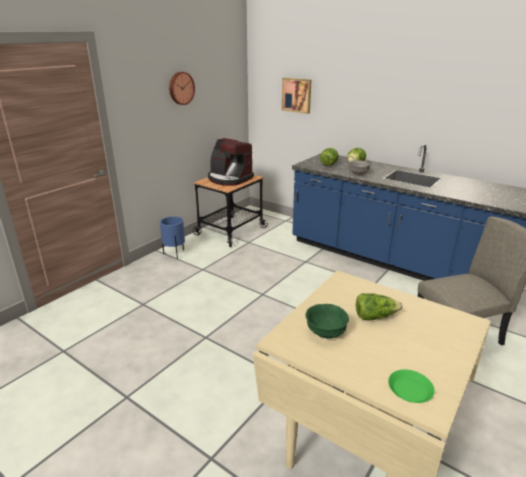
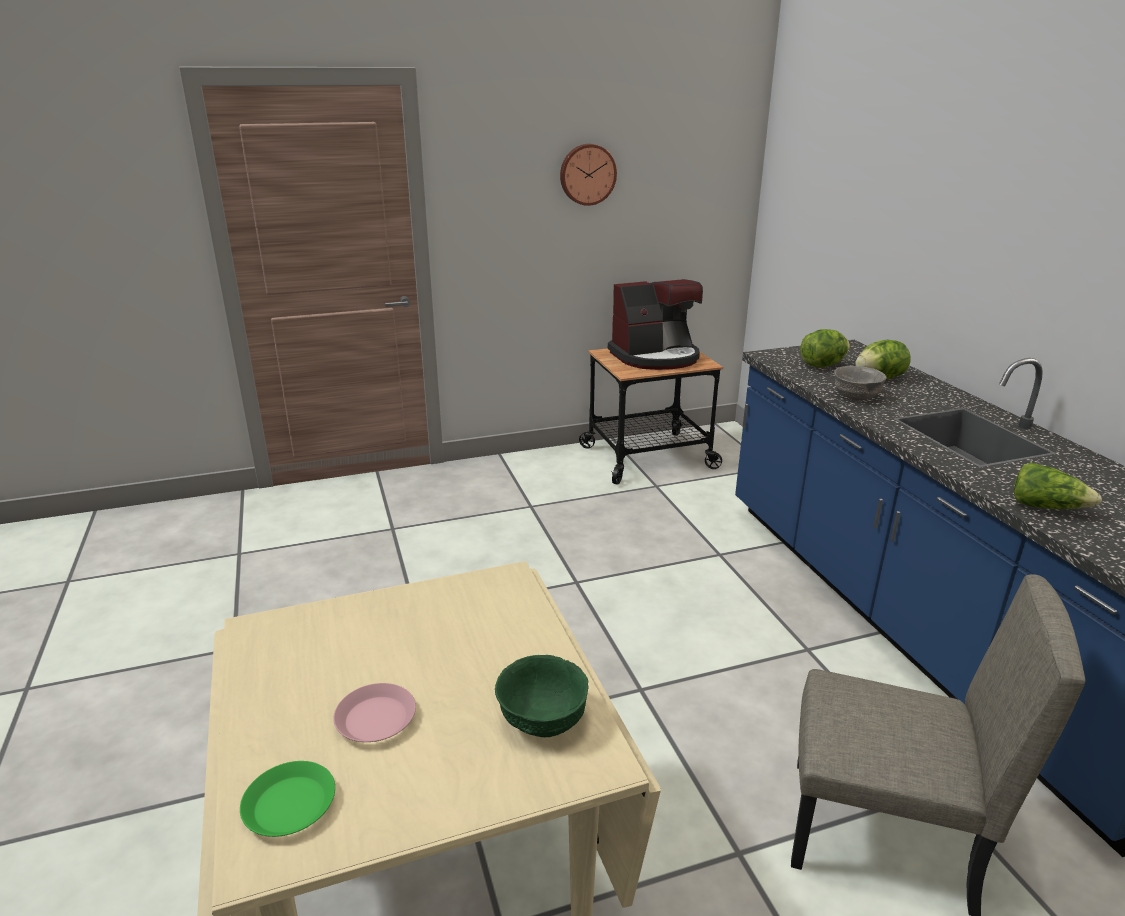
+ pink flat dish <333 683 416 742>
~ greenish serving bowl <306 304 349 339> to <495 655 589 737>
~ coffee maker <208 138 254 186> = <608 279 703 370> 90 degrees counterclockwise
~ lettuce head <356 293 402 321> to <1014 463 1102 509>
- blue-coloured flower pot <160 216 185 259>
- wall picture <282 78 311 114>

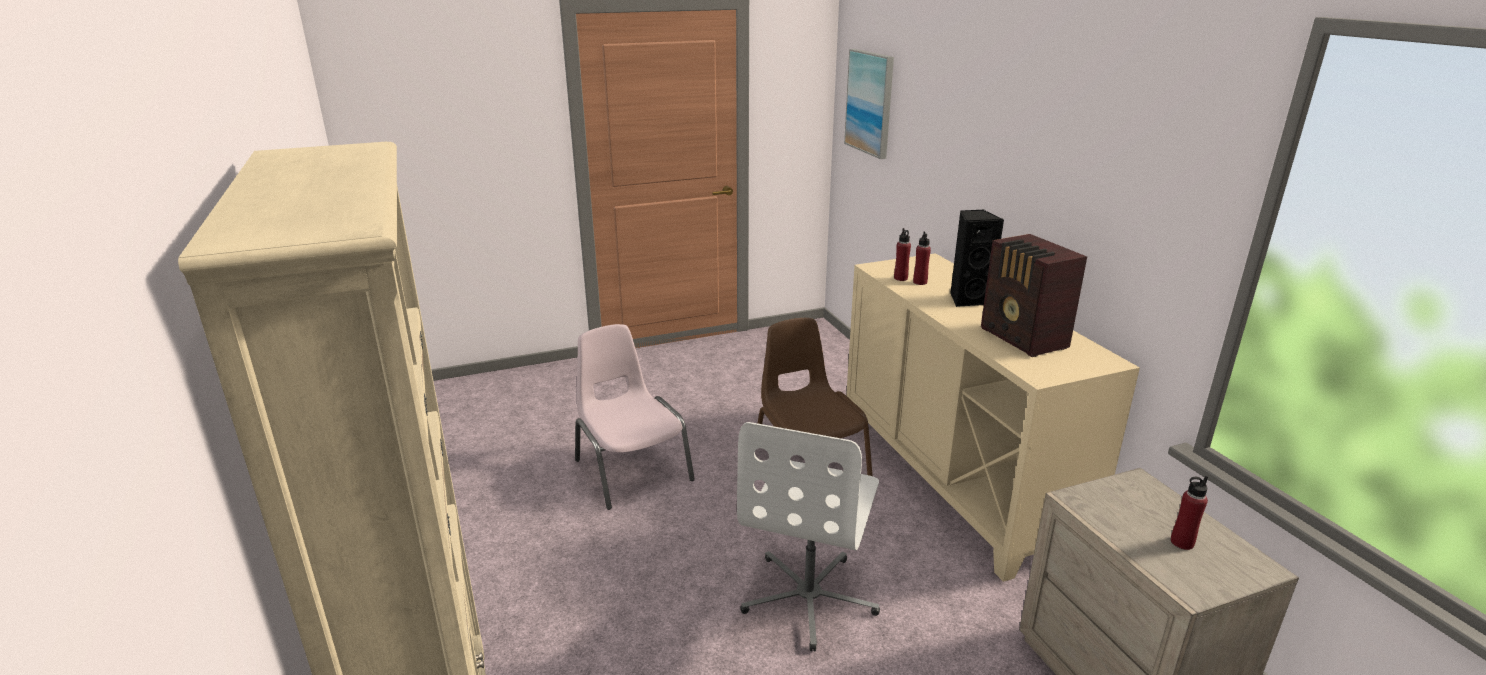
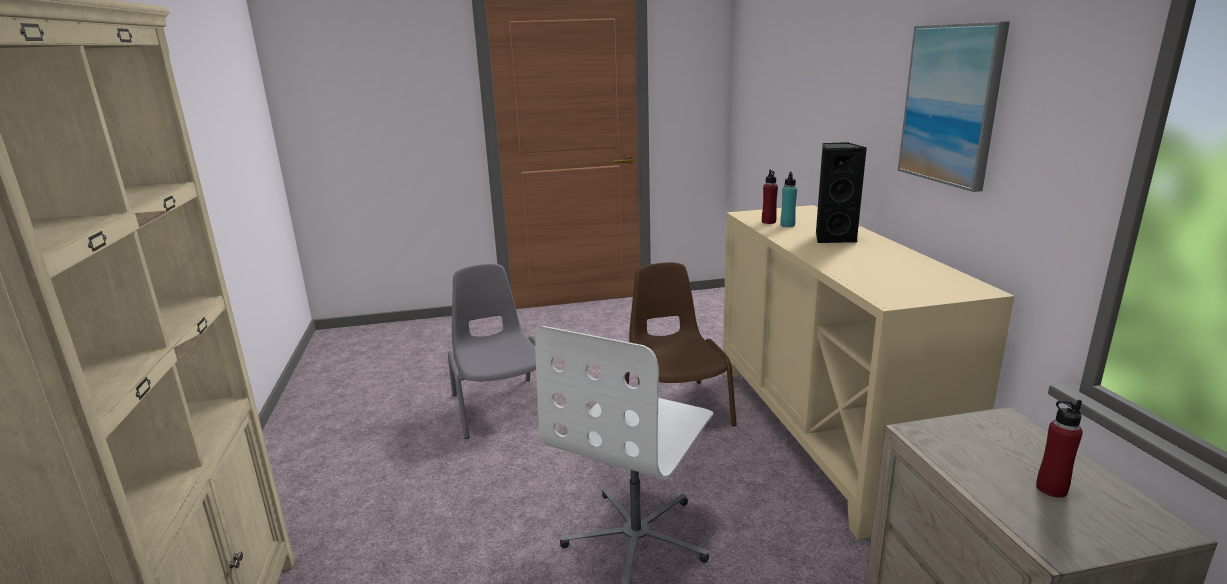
~ pink plain chair <575 324 695 510> to gray plain chair <448 264 555 439>
~ red drink bottle <913 232 931 285> to turquoise-coloured drink bottle <780 171 797 227>
~ wall picture <844 49 894 159> to <898 21 1010 192>
- radio set <981 234 1087 357>

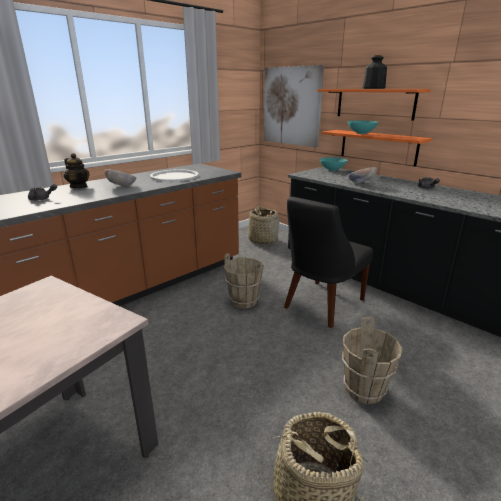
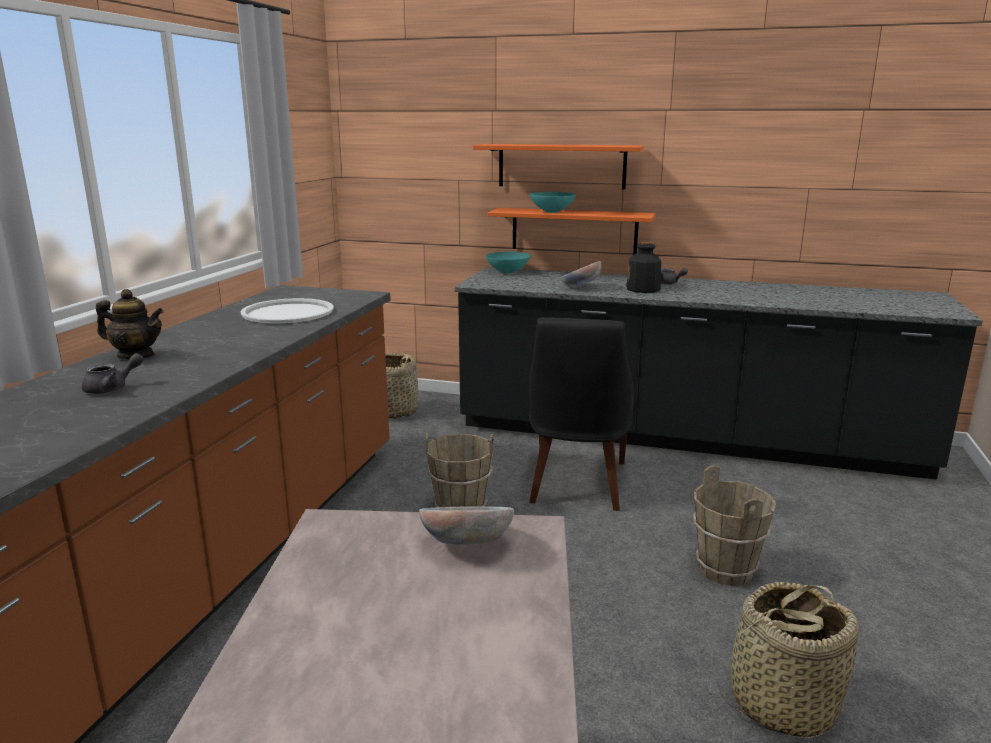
~ serving bowl <105 169 136 186> to <419 506 514 545>
~ drink bottle <362 55 387 89> to <626 242 661 293>
- wall picture <264 65 324 148>

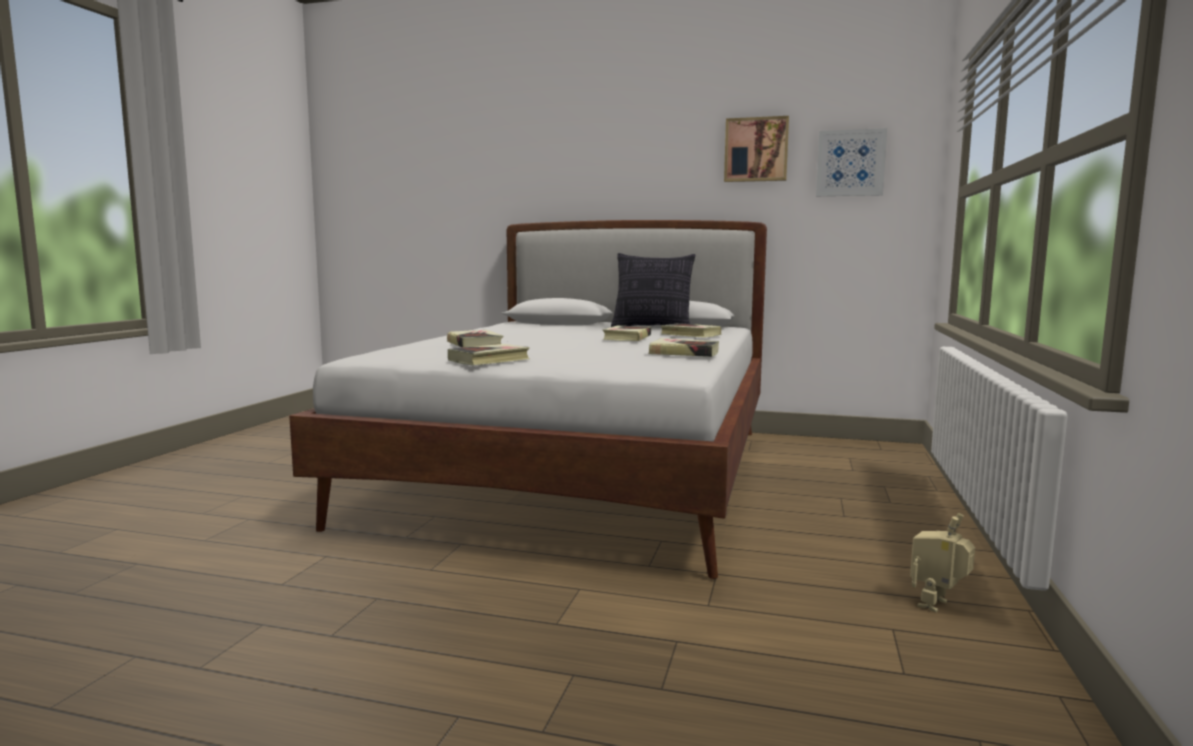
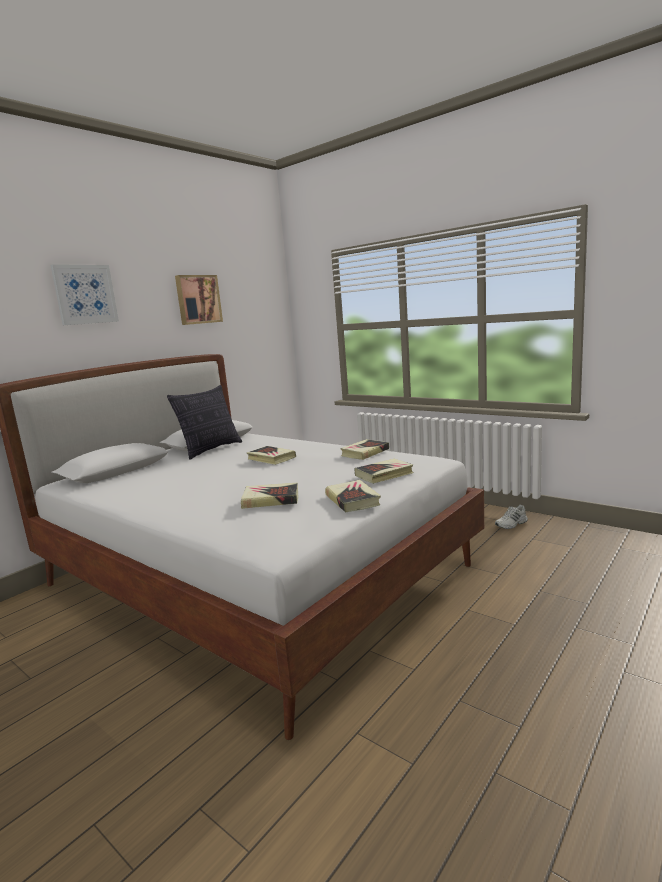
~ wall picture <816 128 887 196> to <50 264 119 325>
~ book <661 323 721 338> to <355 459 414 484>
~ robot figure <910 513 975 612> to white-coloured low shoe <495 505 528 529>

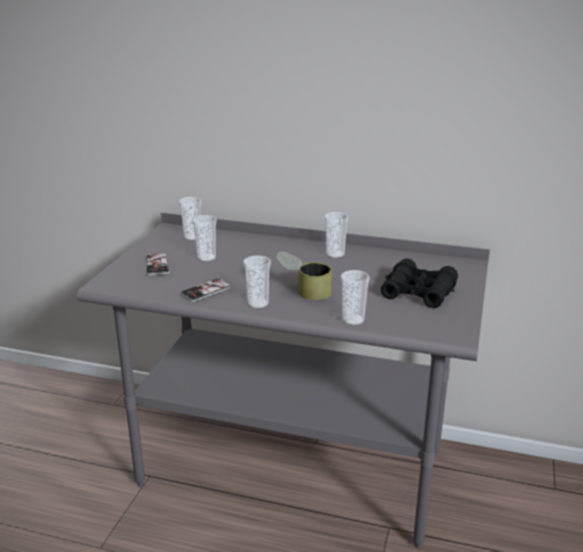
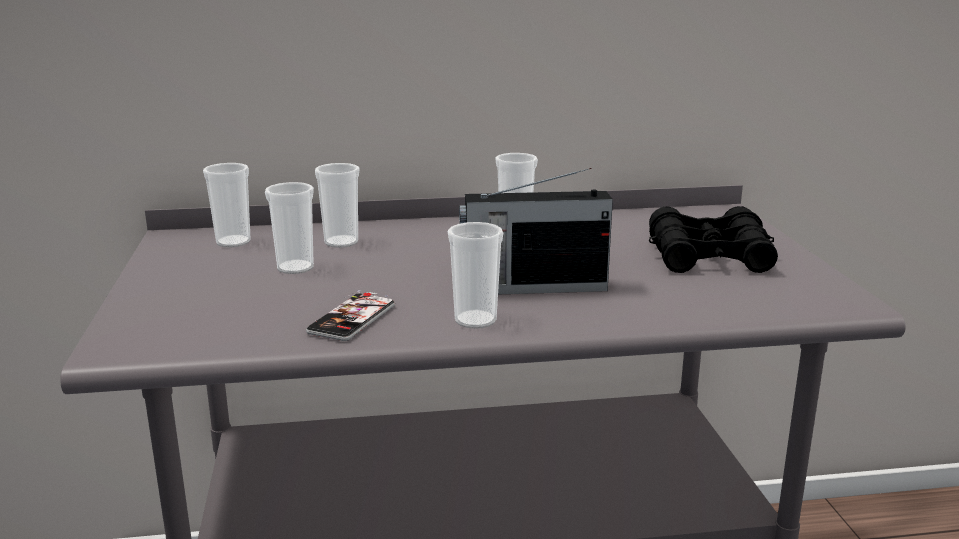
~ drinking cup <341 270 370 326> to <315 163 359 248>
~ can <276 251 333 300> to radio set <459 168 613 294>
- phone <146 252 169 276>

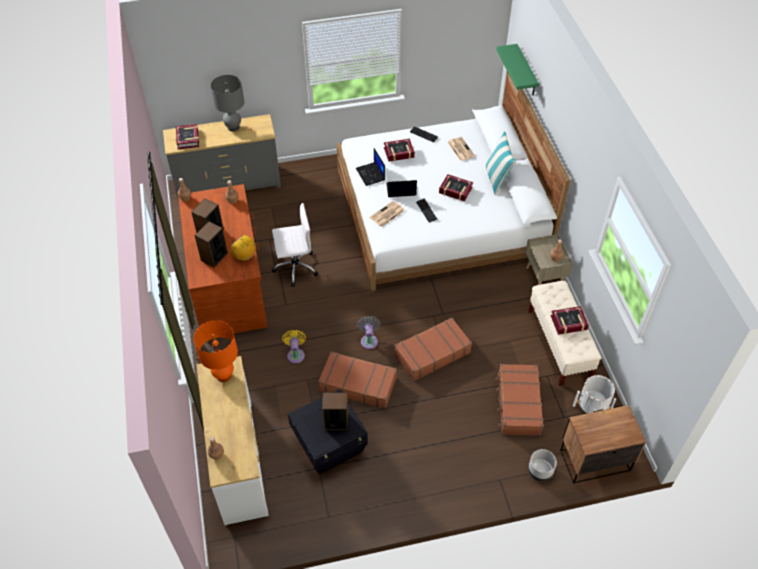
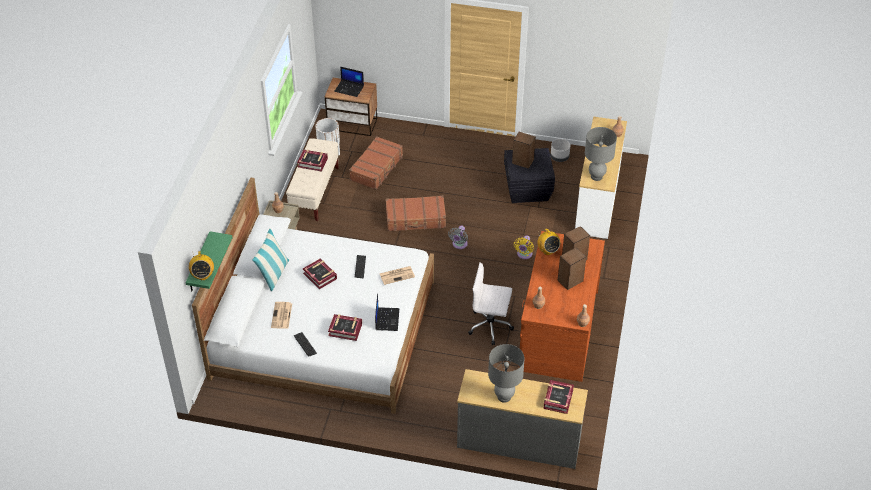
+ radio set <189 251 214 280>
~ laptop <386 180 417 197> to <334 67 364 97>
~ gray flower pot <528 449 557 482> to <551 139 570 162>
~ orange-coloured tabletop lamp <194 320 238 382> to gray tabletop lamp <585 127 617 181>
- brown piece of luggage <318 352 397 409>

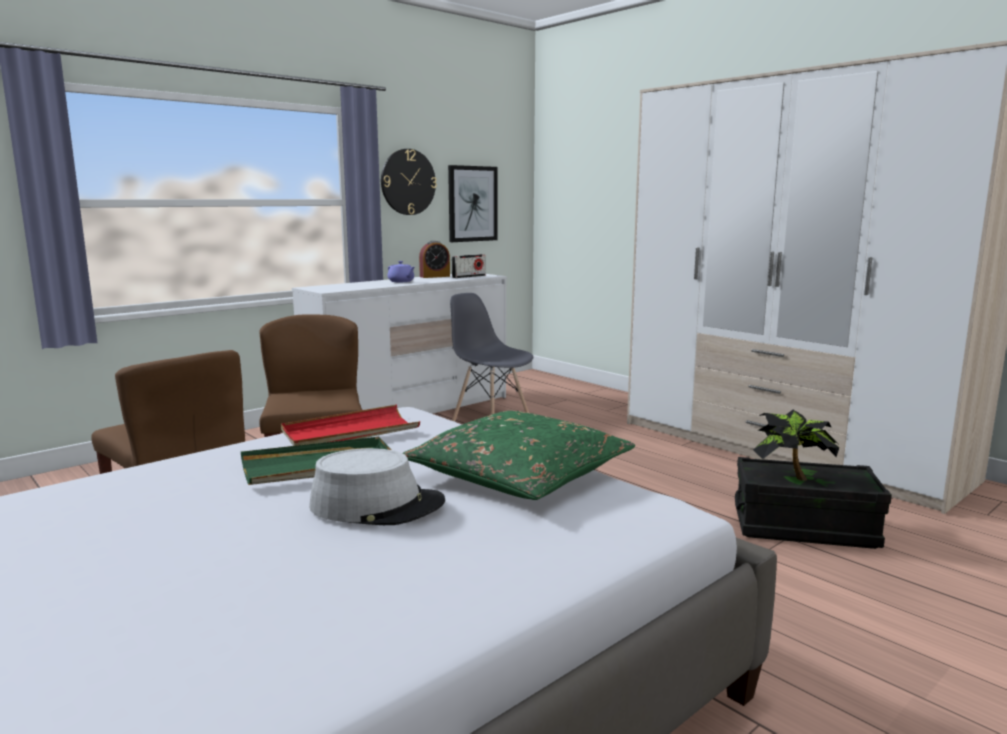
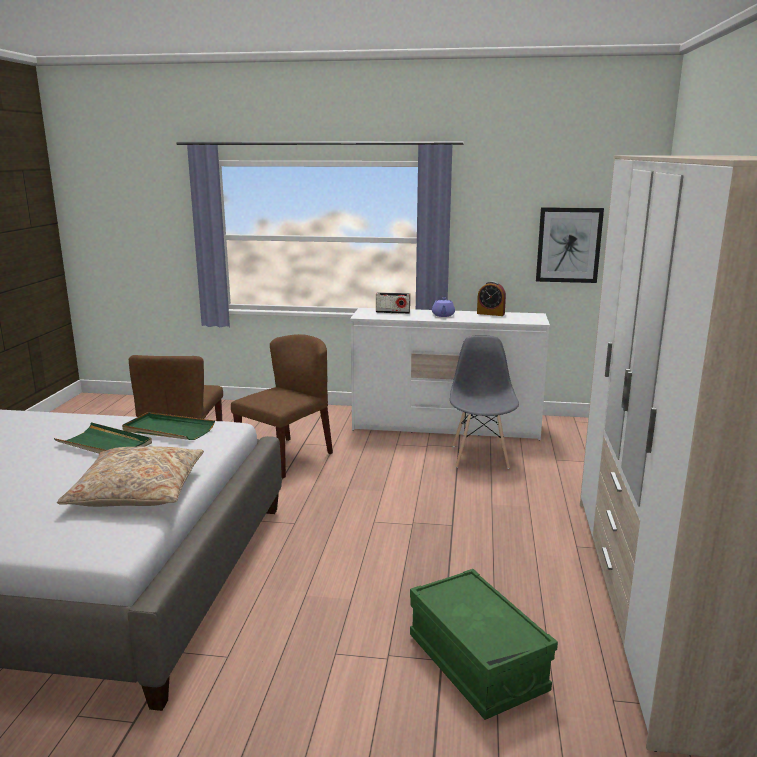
~ greenish cushion <403 411 635 500> to beige-coloured cushion <57 446 204 507>
~ red tray <281 405 420 446> to greenish tray <122 412 215 440>
~ radio set <452 254 485 278> to <376 292 410 314>
~ black-coloured storage bin <735 457 892 549> to greenish storage bin <410 569 558 720>
- gray clothing hat <309 448 445 525>
- clock on the wall <381 149 437 215>
- plant in a pot <753 410 839 481>

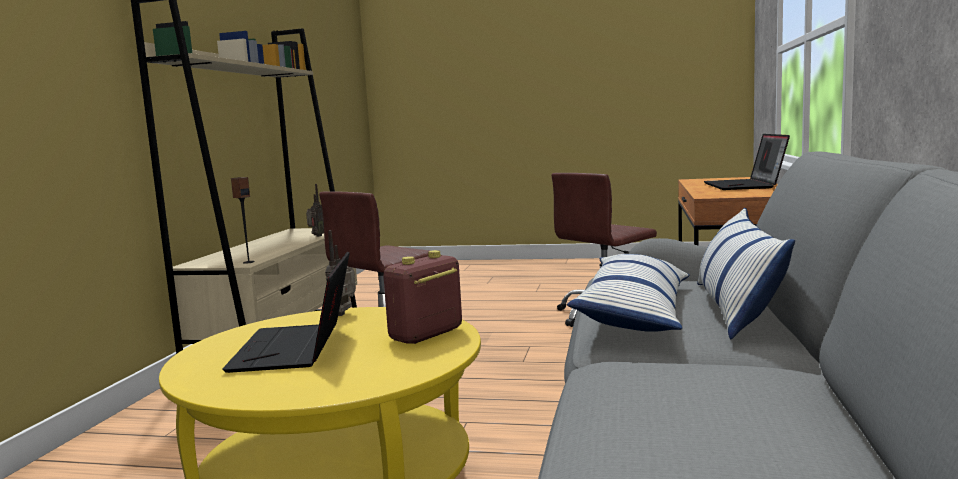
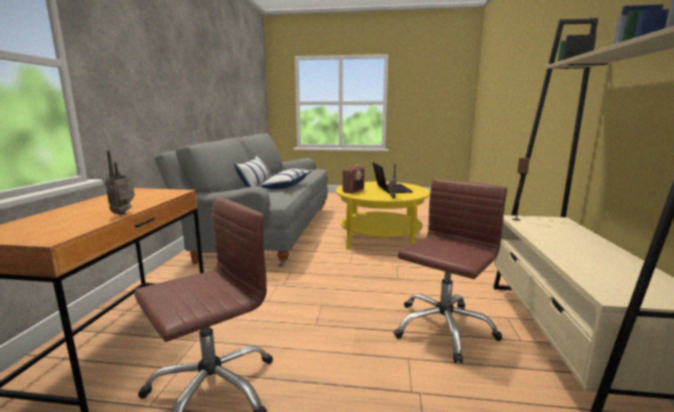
~ radio set <306 184 324 237> to <105 151 135 215>
- laptop <704 134 790 190>

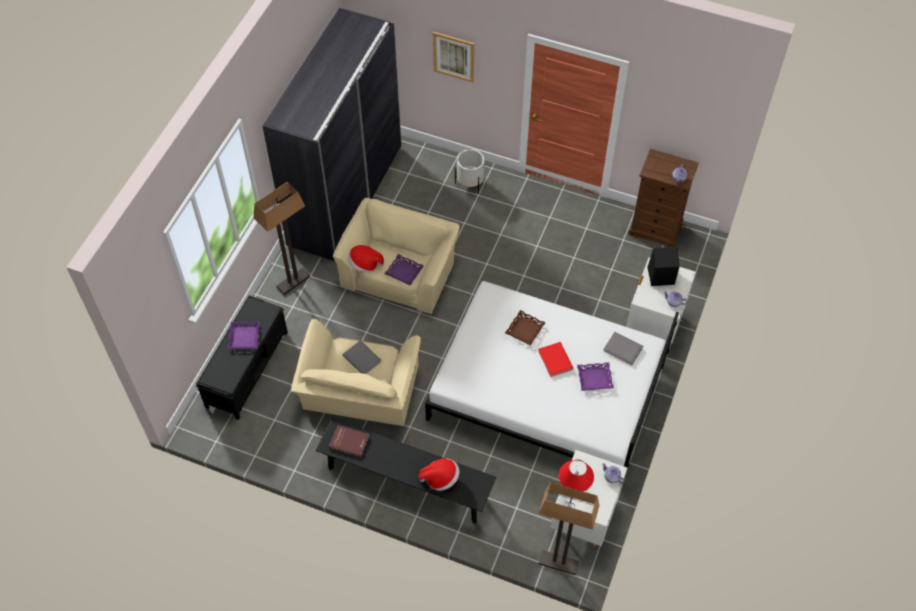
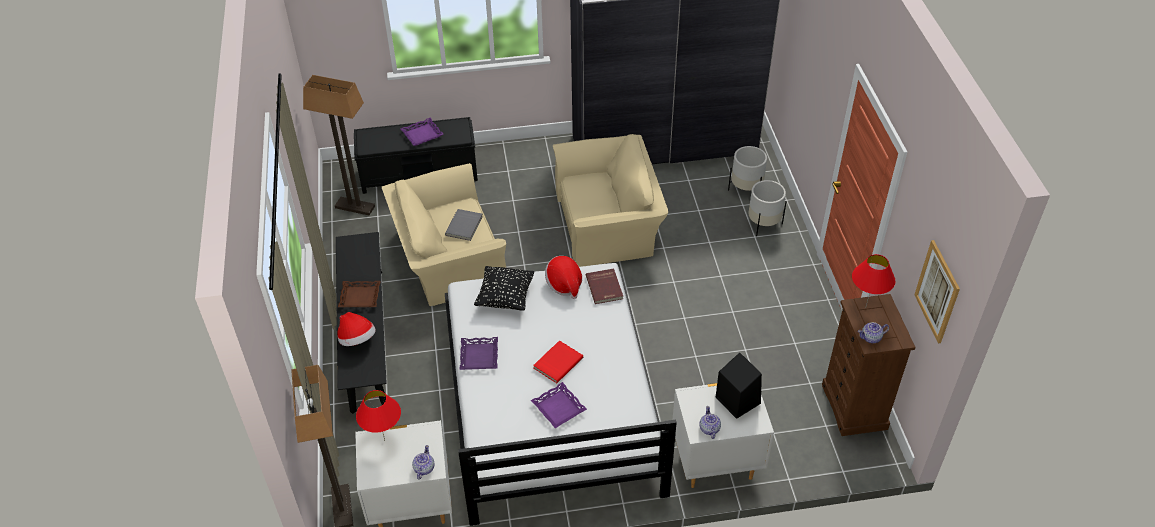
~ standard lamp <253 182 310 295> to <303 75 375 216>
~ brown tray <505 310 546 346> to <338 281 381 307>
~ purplish tray <384 254 424 286> to <460 337 498 370>
+ black-coloured cushion <474 266 534 311>
~ clothing hat <348 245 384 273> to <545 256 582 299>
~ red book <329 425 369 457> to <586 268 623 304>
+ white-coloured flower pot <728 146 767 191>
+ red tabletop lamp <852 254 895 306>
~ wall picture <433 32 474 83> to <914 240 960 343>
- gray book <603 332 643 365>

